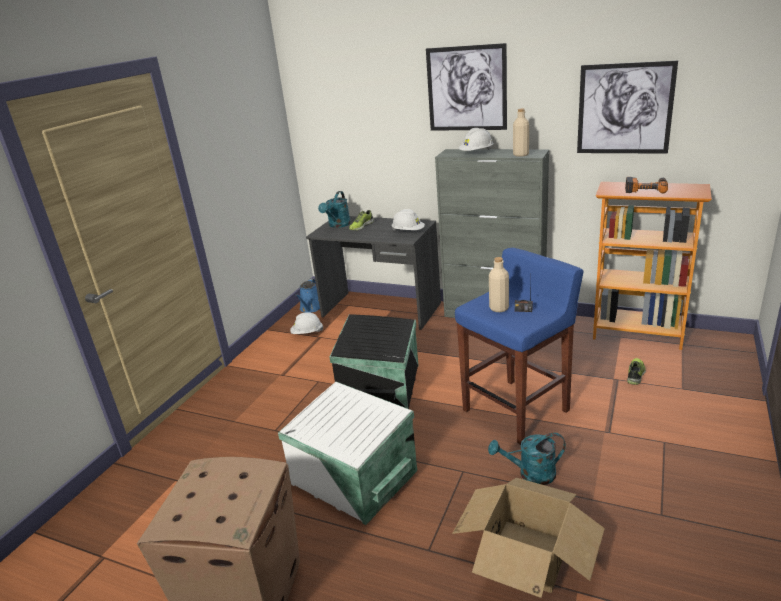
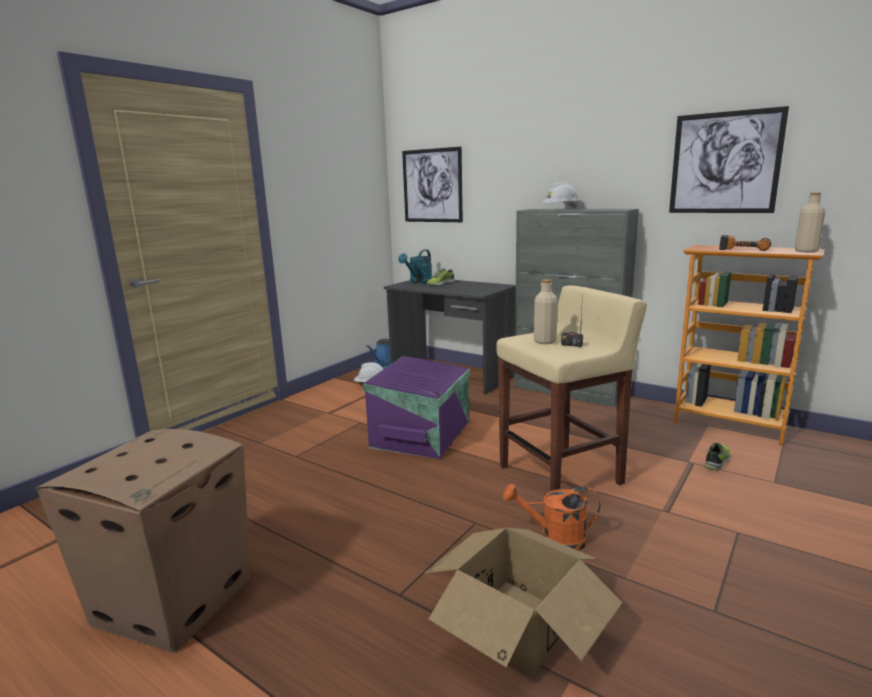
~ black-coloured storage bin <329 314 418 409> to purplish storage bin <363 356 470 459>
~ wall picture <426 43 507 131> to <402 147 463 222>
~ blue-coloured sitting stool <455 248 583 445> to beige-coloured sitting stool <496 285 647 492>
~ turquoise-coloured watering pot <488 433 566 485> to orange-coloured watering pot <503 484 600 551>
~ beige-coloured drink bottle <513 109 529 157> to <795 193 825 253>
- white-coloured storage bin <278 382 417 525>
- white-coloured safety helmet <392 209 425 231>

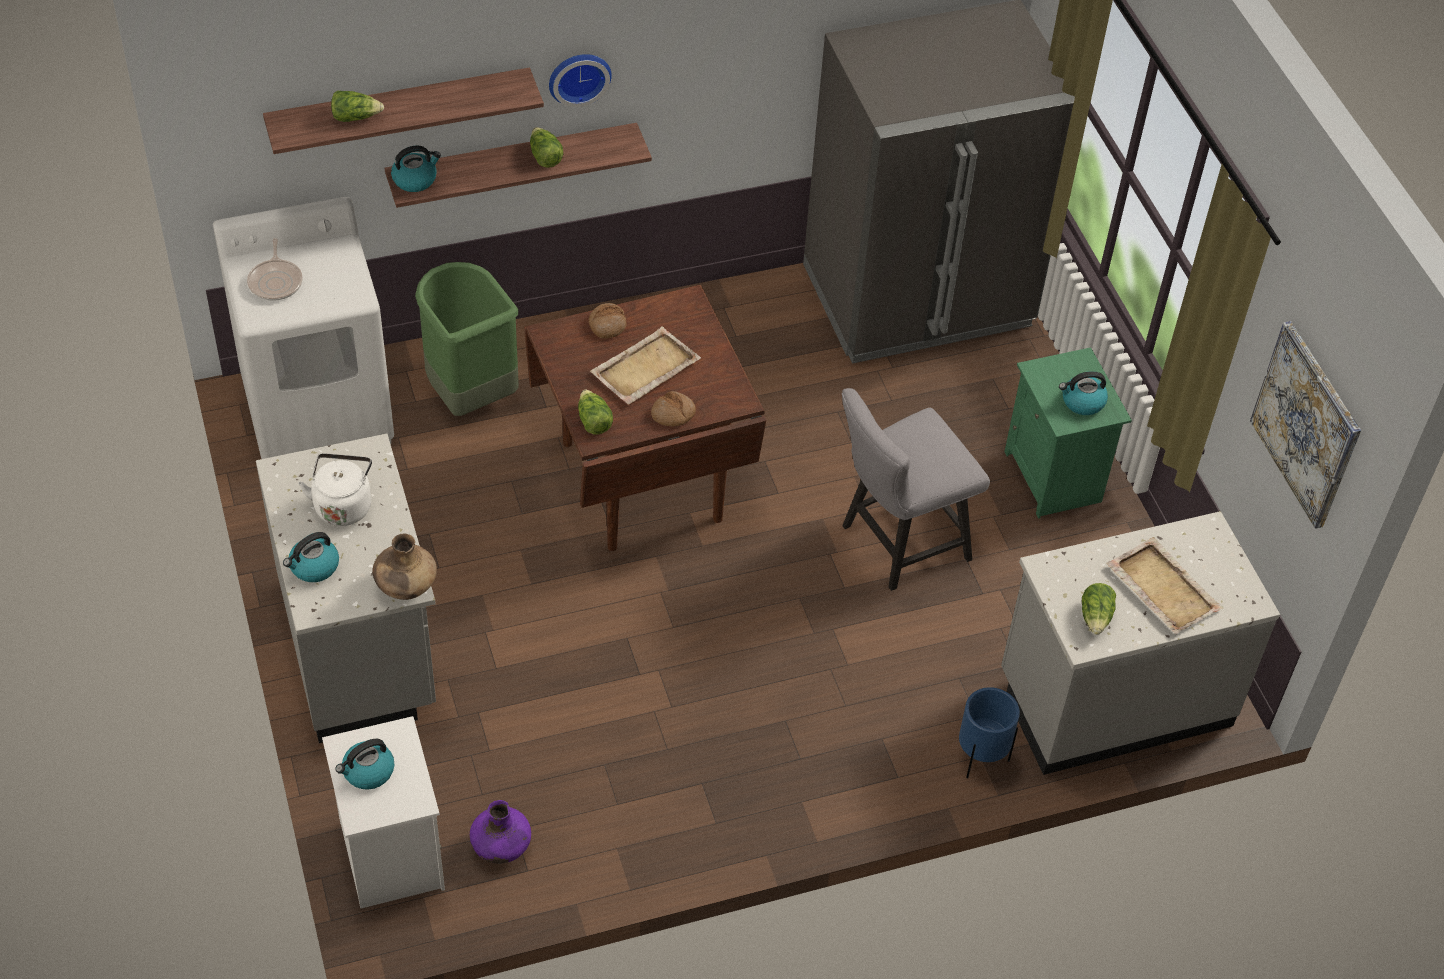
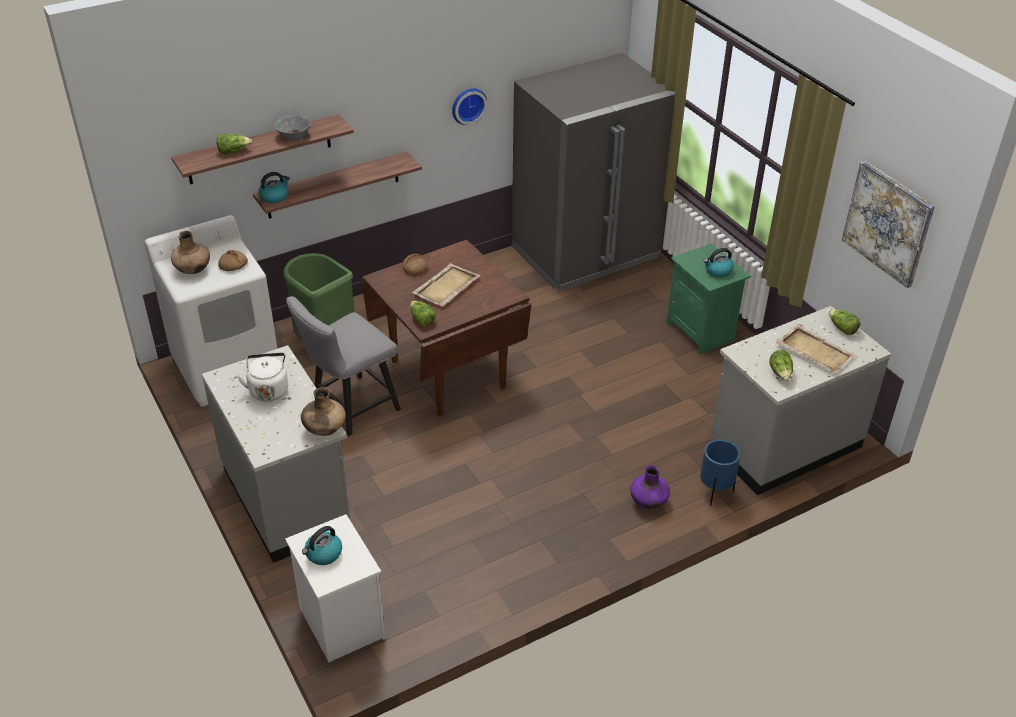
~ skillet <247 238 303 301> to brown flower vase <171 231 210 274>
~ bakery bread <651 391 696 426> to <218 250 248 271>
+ gray serving bowl <275 115 311 141>
~ gray plain chair <842 388 990 591> to <286 296 401 436>
~ clock on the wall <549 54 612 107> to <452 88 487 125>
~ purplish flower vase <470 800 531 864> to <630 465 670 509>
~ lettuce head <530 127 563 168> to <828 309 861 335>
- water kettle <283 532 339 582>

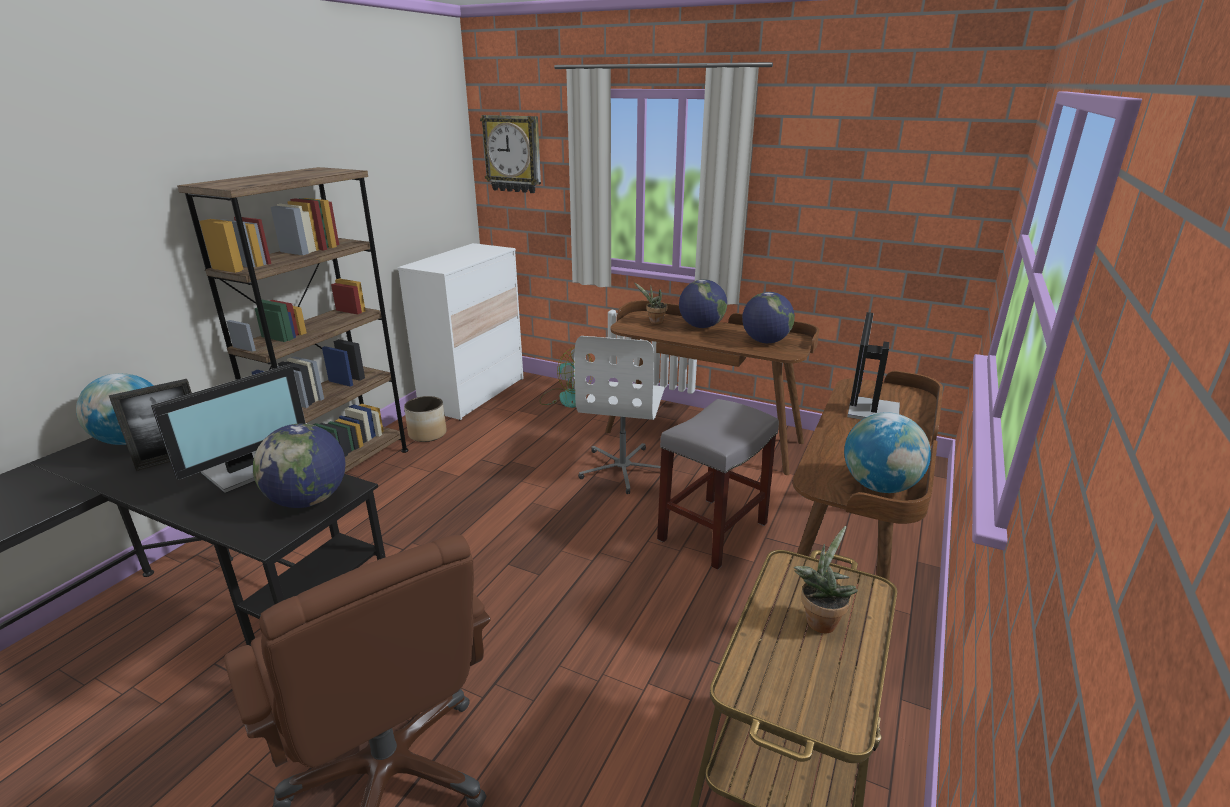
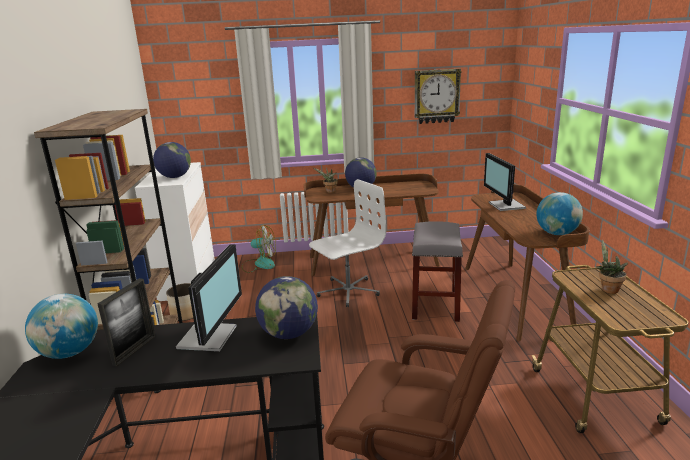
~ globe <742 292 795 343> to <153 142 191 178>
~ white-coloured office chair <575 336 665 494> = <309 179 386 307> 105 degrees counterclockwise
~ clock on the wall <480 115 541 193> to <415 69 462 124>

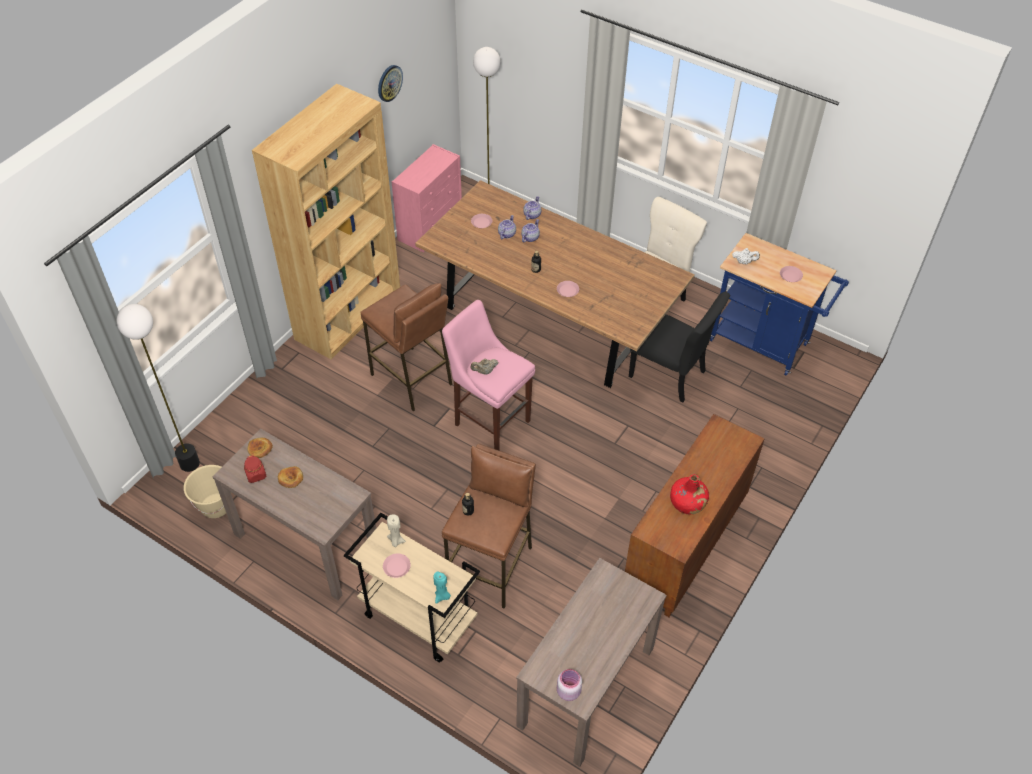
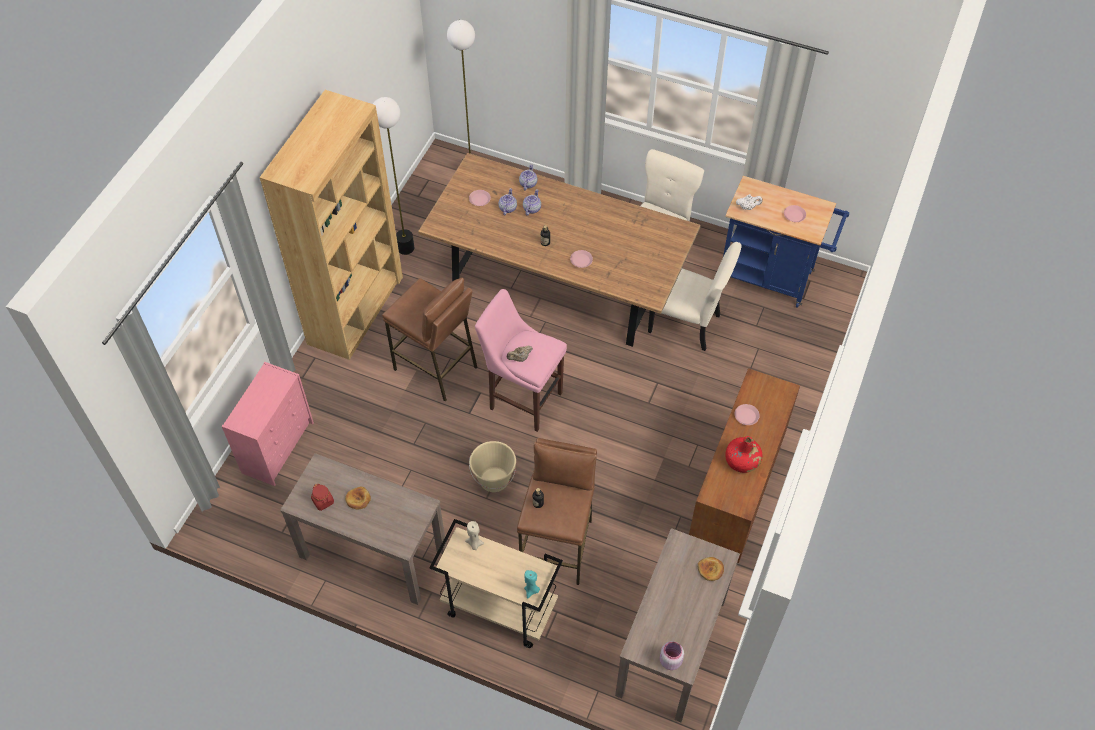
~ pink dresser <391 144 462 253> to <222 362 314 486>
~ standard lamp <117 304 200 472> to <373 97 414 255>
~ beige-coloured water bucket <184 465 226 518> to <469 441 516 492>
~ black-coloured plain chair <629 292 730 403> to beige-coloured plain chair <648 242 742 351>
~ bakery bread <247 438 273 458> to <698 557 724 581>
~ pink flat dish <383 553 411 578> to <735 404 760 425>
- clock on the wall <378 65 403 102>

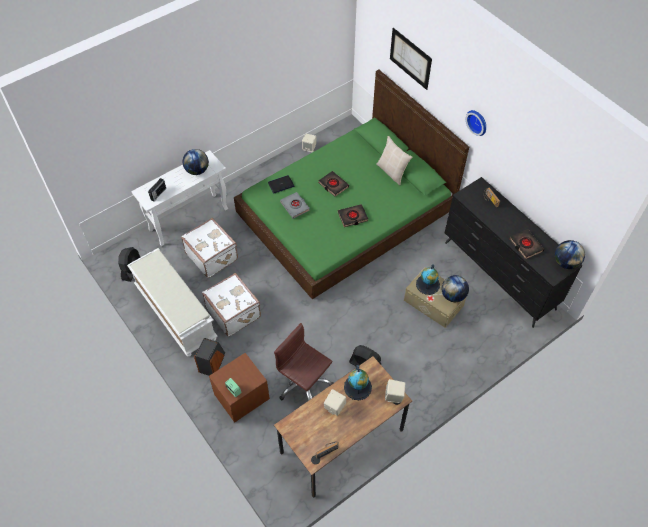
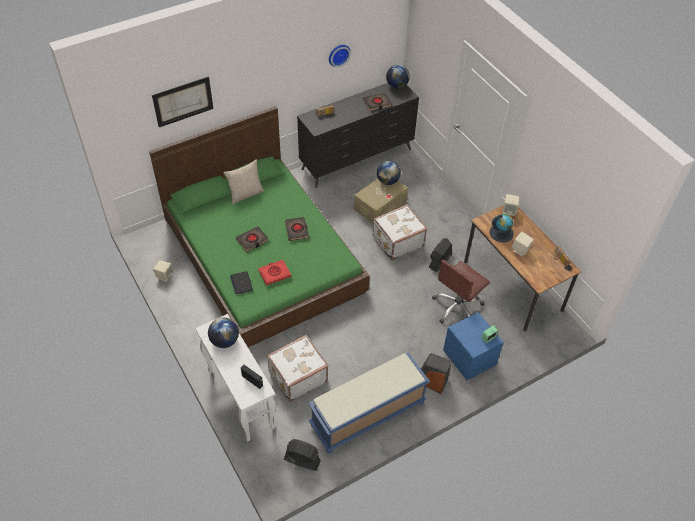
~ gray book <280 192 310 219> to red book <258 260 291 285>
~ white-coloured bench <127 248 217 357> to blue-coloured bench <308 352 430 453>
~ clock on the wall <466 110 486 136> to <329 45 351 67>
~ white-coloured piece of luggage <202 273 261 336> to <373 204 427 260>
~ brown night table <209 353 270 423> to blue-coloured night table <443 312 504 380>
- globe <416 264 440 295>

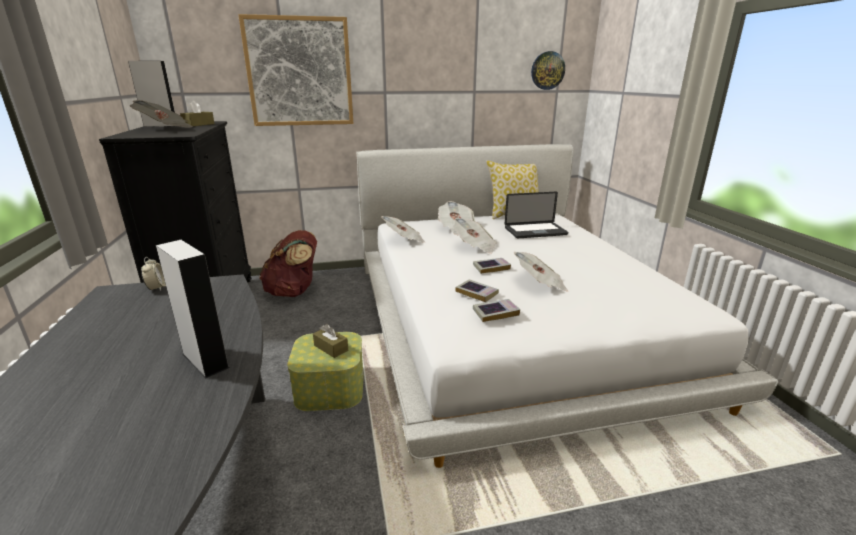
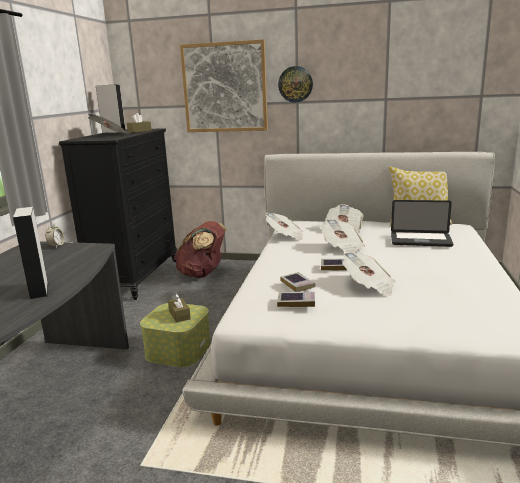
~ clock on the wall <531 51 565 90> to <278 66 313 103>

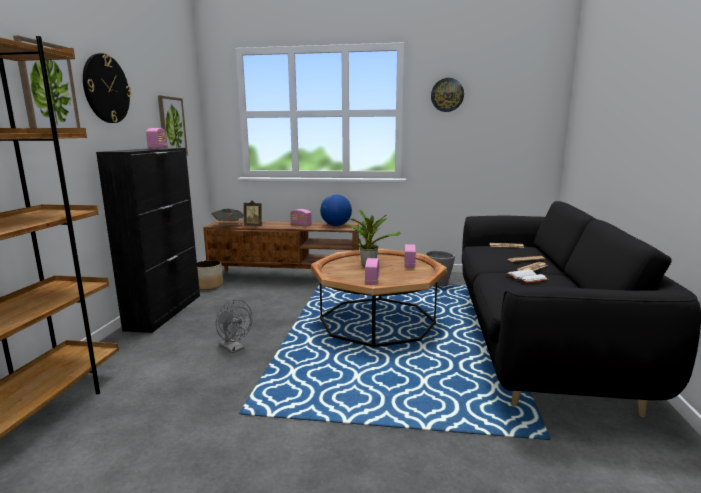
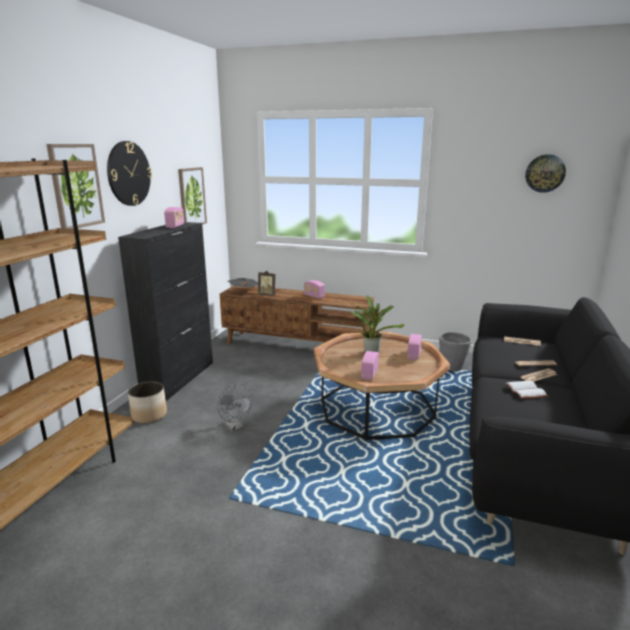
~ flower pot <197 260 223 290> to <128 381 167 423>
~ clock on the wall <431 78 464 112> to <525 154 566 193>
- globe <320 194 352 226>

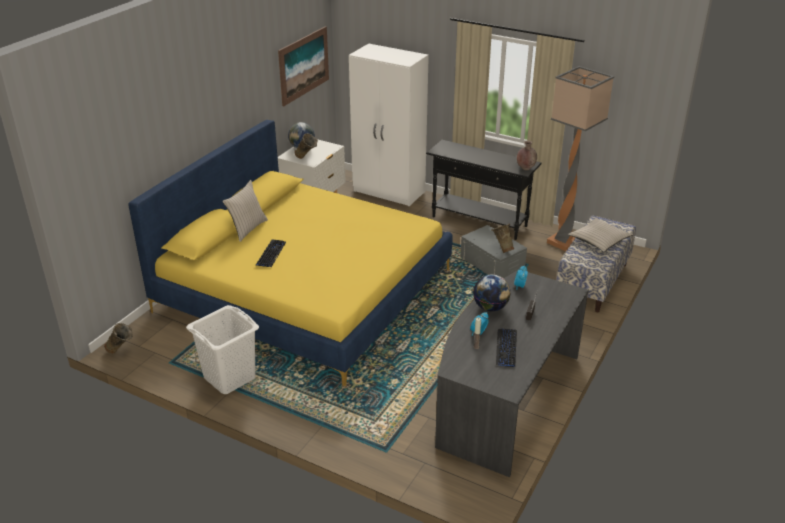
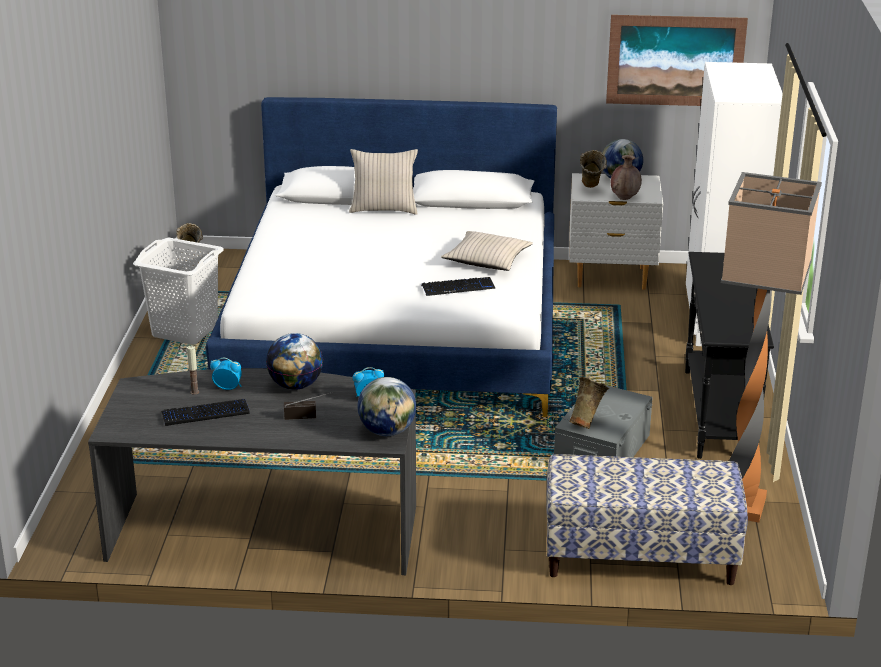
~ yellow bed <128 120 453 386> to white-coloured bed <206 97 557 417>
+ globe <357 377 416 436>
~ keyboard <256 239 286 267> to <421 277 496 296>
~ beige-coloured cushion <568 218 633 252> to <441 231 533 271>
~ brown flower vase <517 141 537 170> to <611 155 642 200>

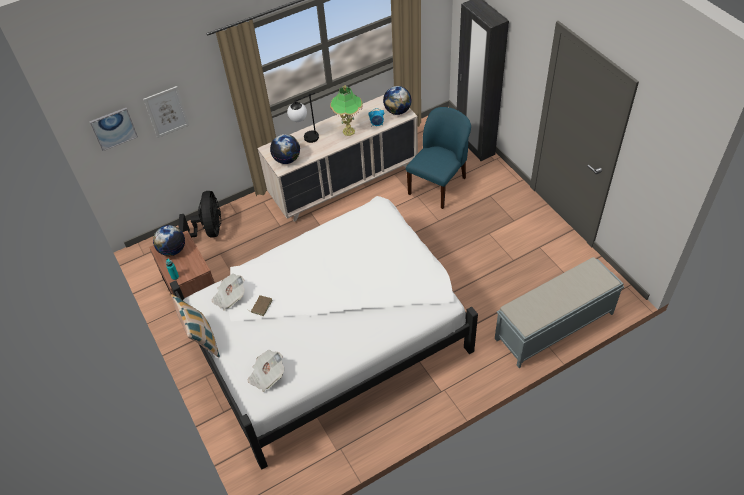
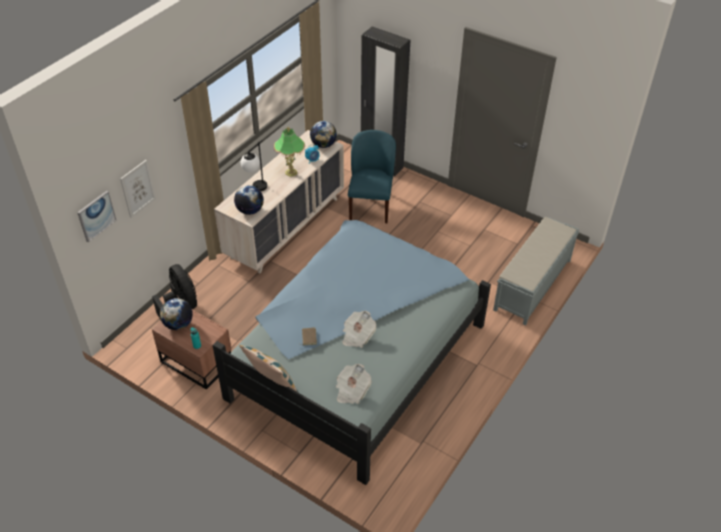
~ white-coloured bed <170 196 478 470> to blue-coloured bed <212 220 491 485>
~ daily paper <212 273 245 311> to <342 311 376 348>

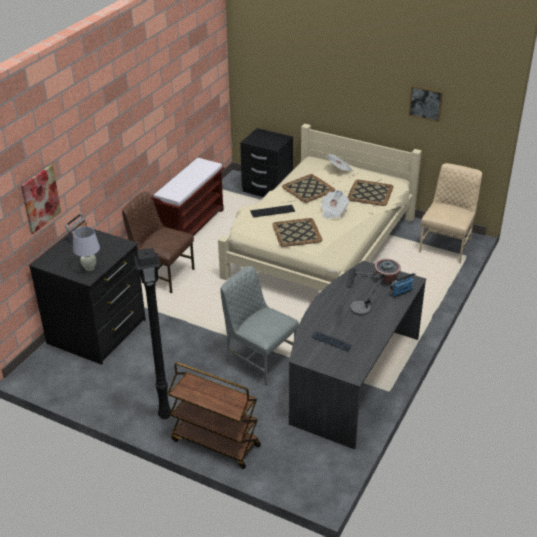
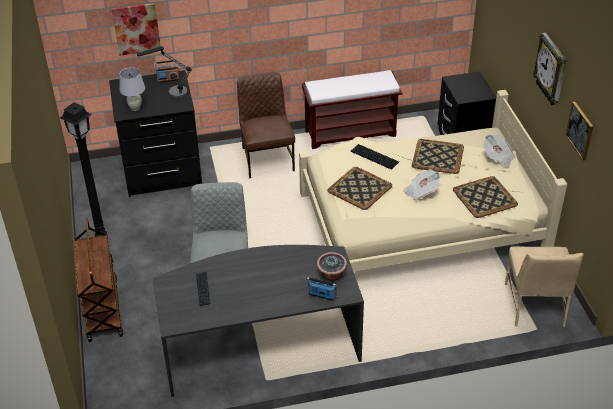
~ tabletop lamp <347 268 386 316> to <137 46 192 98>
~ beige-coloured plain chair <419 163 482 263> = <505 247 584 327> 105 degrees clockwise
+ clock on the wall <533 33 567 105>

